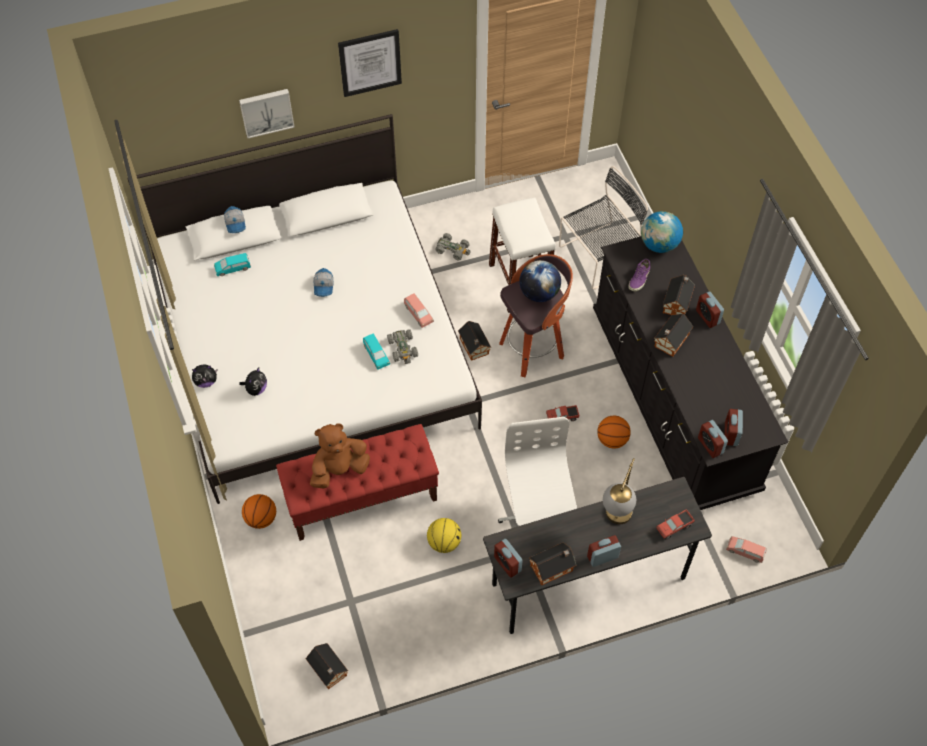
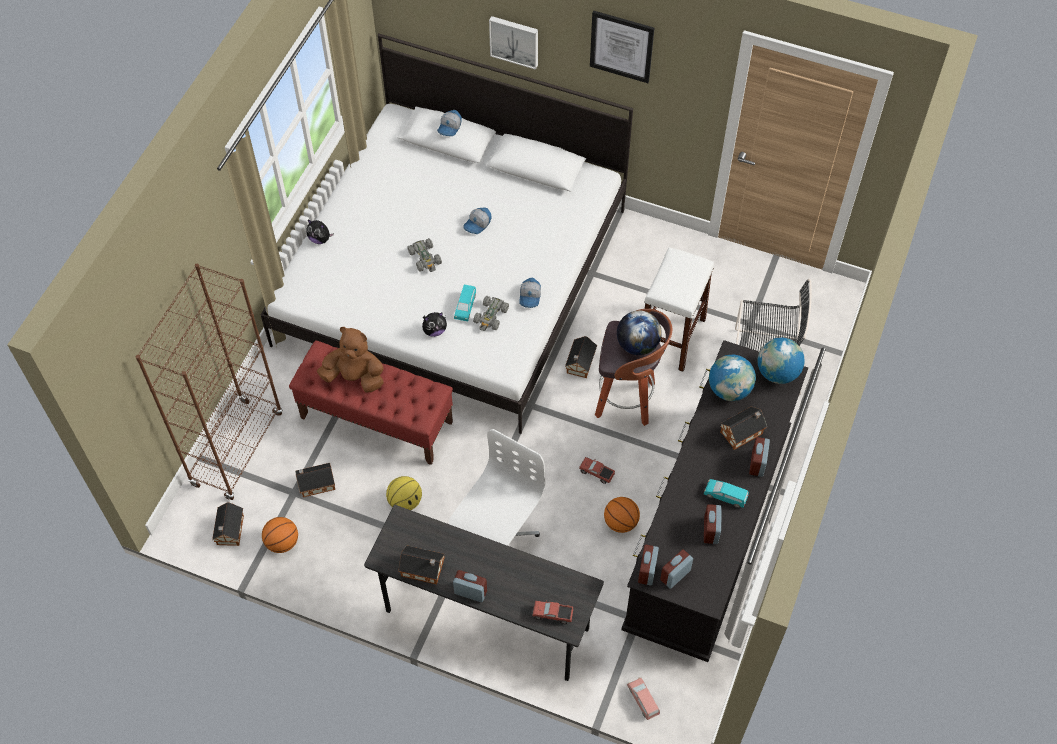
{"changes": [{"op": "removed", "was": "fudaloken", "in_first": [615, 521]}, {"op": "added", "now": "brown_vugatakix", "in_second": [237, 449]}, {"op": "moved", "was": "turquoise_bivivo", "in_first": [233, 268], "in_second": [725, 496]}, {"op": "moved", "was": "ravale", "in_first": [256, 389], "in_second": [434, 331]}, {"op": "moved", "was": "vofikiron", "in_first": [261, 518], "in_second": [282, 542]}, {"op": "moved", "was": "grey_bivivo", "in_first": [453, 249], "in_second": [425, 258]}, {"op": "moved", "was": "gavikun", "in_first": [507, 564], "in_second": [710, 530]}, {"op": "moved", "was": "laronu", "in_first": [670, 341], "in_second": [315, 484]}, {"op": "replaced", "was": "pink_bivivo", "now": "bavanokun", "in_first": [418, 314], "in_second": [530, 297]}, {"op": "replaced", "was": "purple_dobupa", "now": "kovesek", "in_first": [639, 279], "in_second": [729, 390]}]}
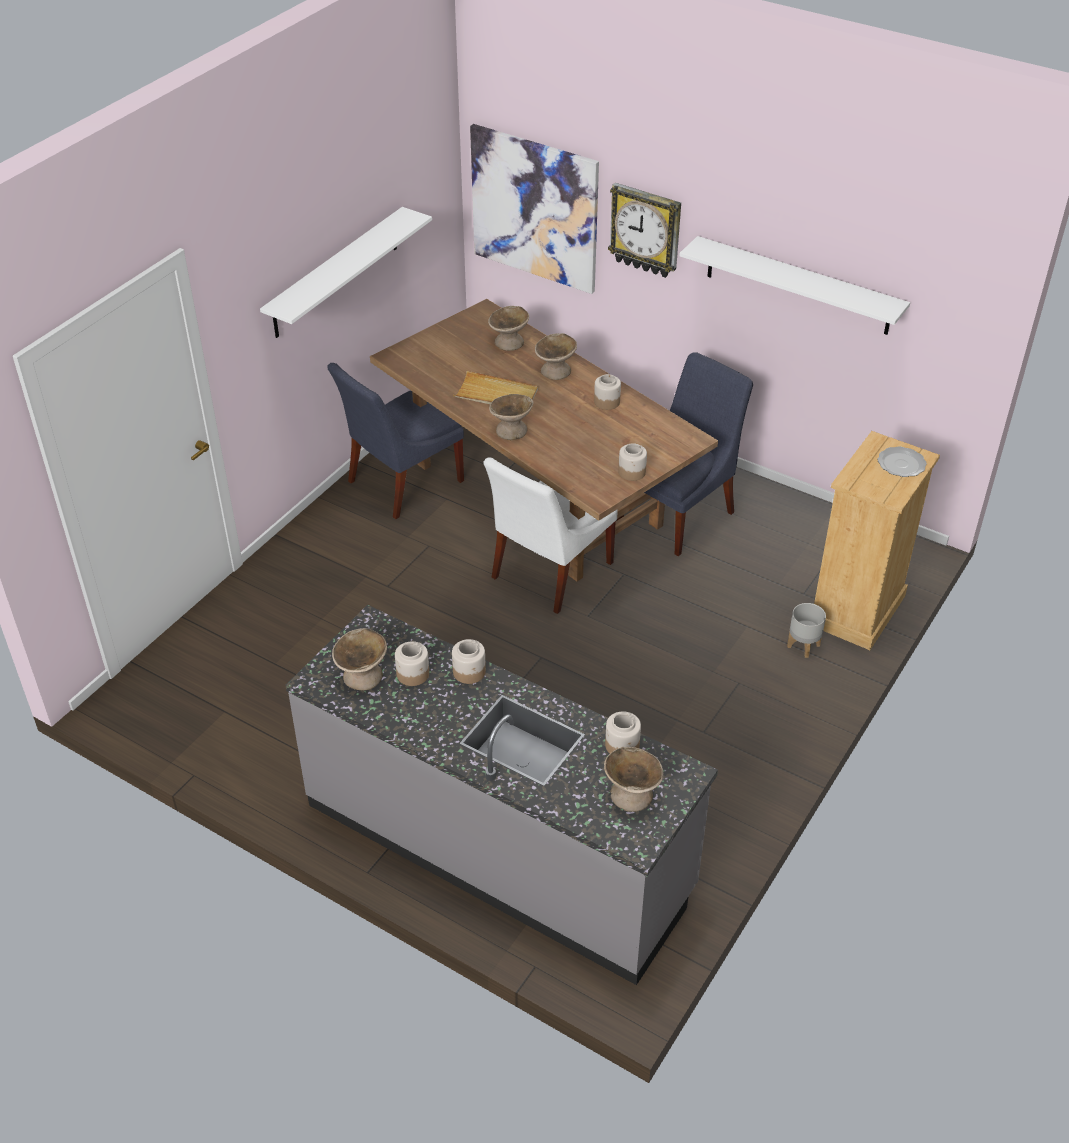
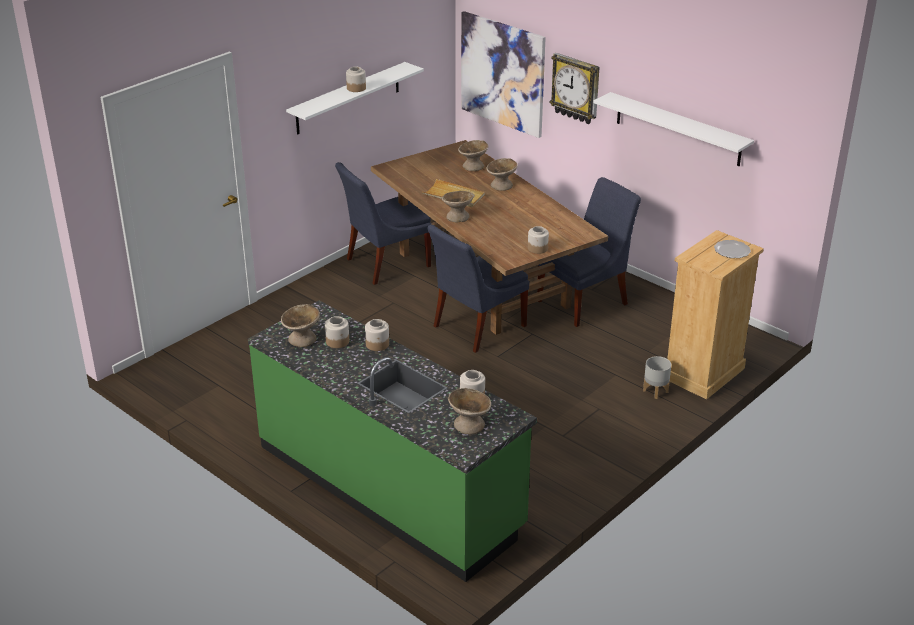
{"changes": [{"op": "moved", "was": "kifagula", "in_first": [607, 402], "in_second": [356, 88]}, {"op": "recoloured", "was": "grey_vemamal", "now": "green_vemamal", "in_first": [499, 846], "in_second": [390, 487]}, {"op": "recoloured", "was": "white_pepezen", "now": "blue_pepezen", "in_first": [548, 573], "in_second": [476, 327]}]}
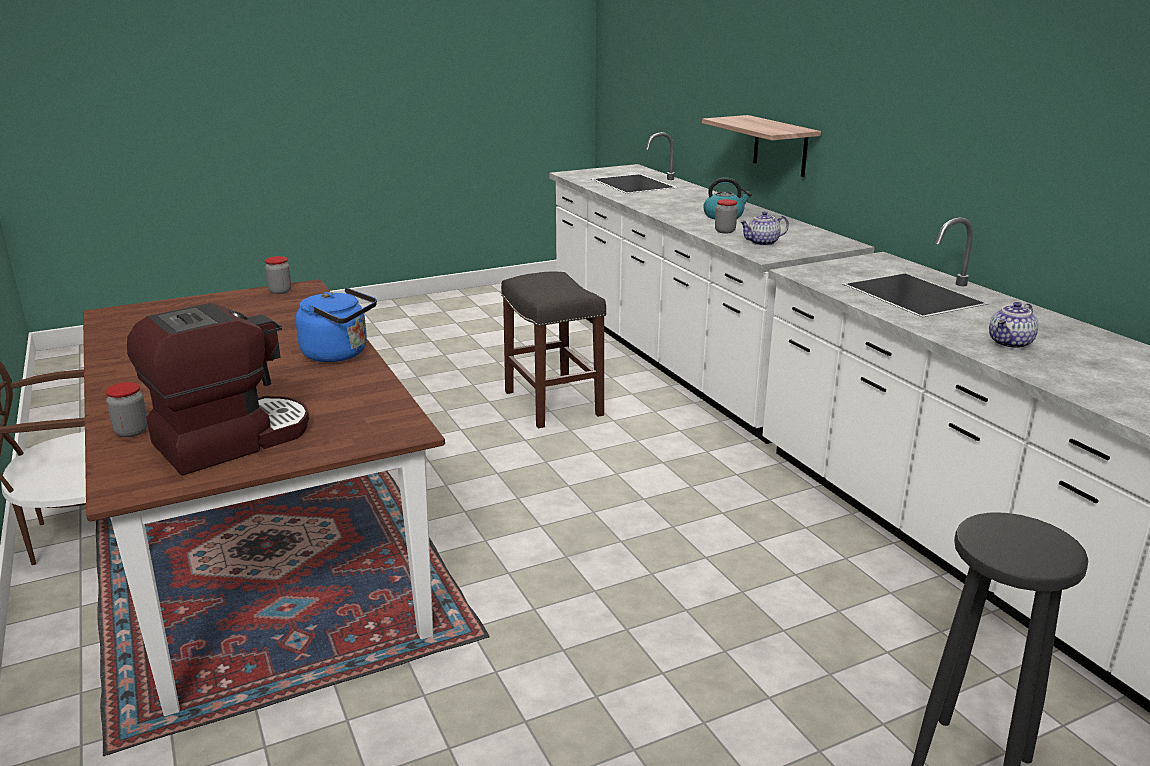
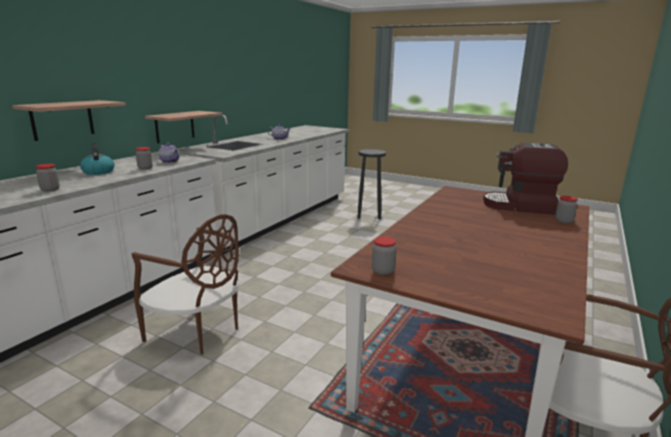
{"changes": [{"op": "removed", "was": "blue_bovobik", "in_first": [339, 354]}, {"op": "added", "now": "kifagula", "in_second": [50, 189]}, {"op": "added", "now": "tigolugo", "in_second": [175, 126]}, {"op": "replaced", "was": "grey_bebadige", "now": "brown_pepezen", "in_first": [552, 403], "in_second": [197, 332]}]}
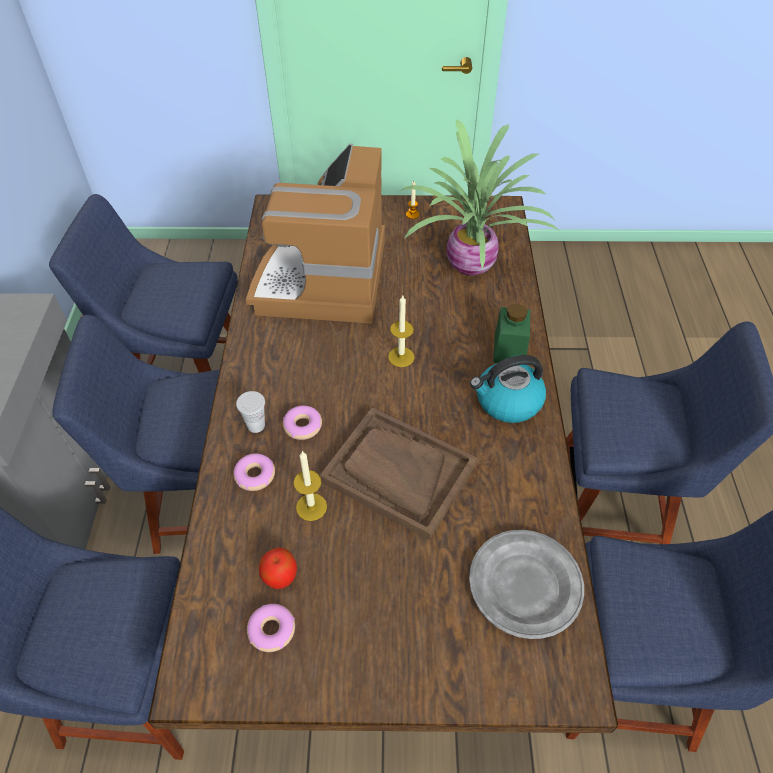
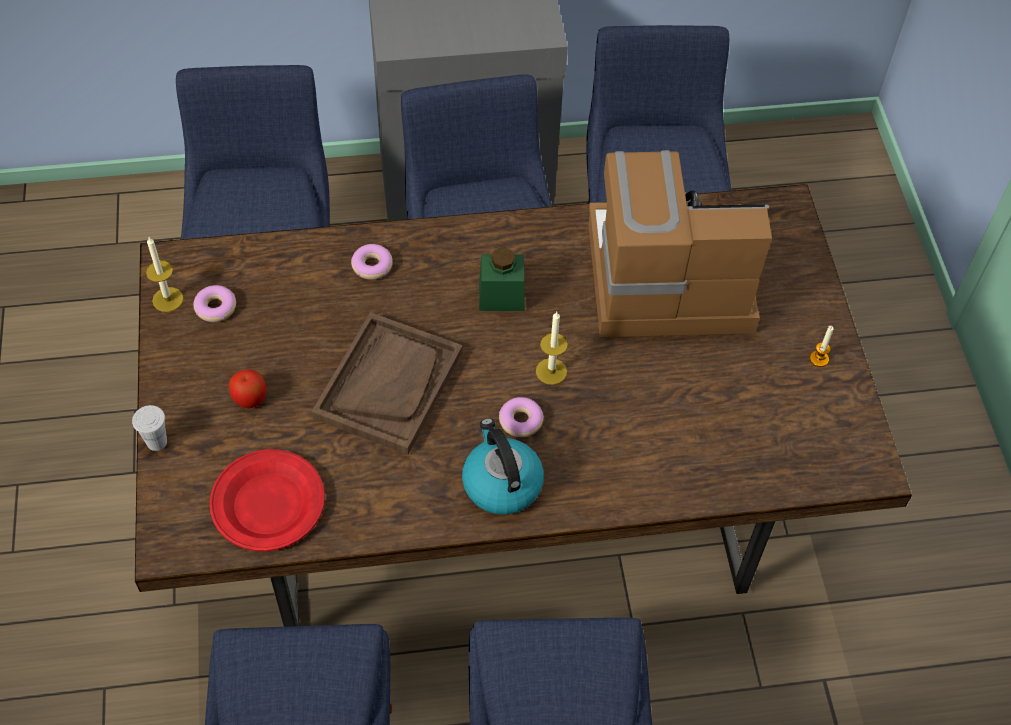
{"changes": [{"op": "removed", "was": "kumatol", "in_first": [472, 263]}, {"op": "moved", "was": "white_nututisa", "in_first": [256, 425], "in_second": [157, 442]}, {"op": "moved", "was": "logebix", "in_first": [280, 577], "in_second": [250, 398]}, {"op": "moved", "was": "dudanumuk", "in_first": [302, 426], "in_second": [521, 421]}, {"op": "moved", "was": "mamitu", "in_first": [311, 507], "in_second": [167, 299]}, {"op": "moved", "was": "green_kifagula", "in_first": [509, 349], "in_second": [501, 296]}, {"op": "recoloured", "was": "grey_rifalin", "now": "red_rifalin", "in_first": [524, 586], "in_second": [267, 503]}]}
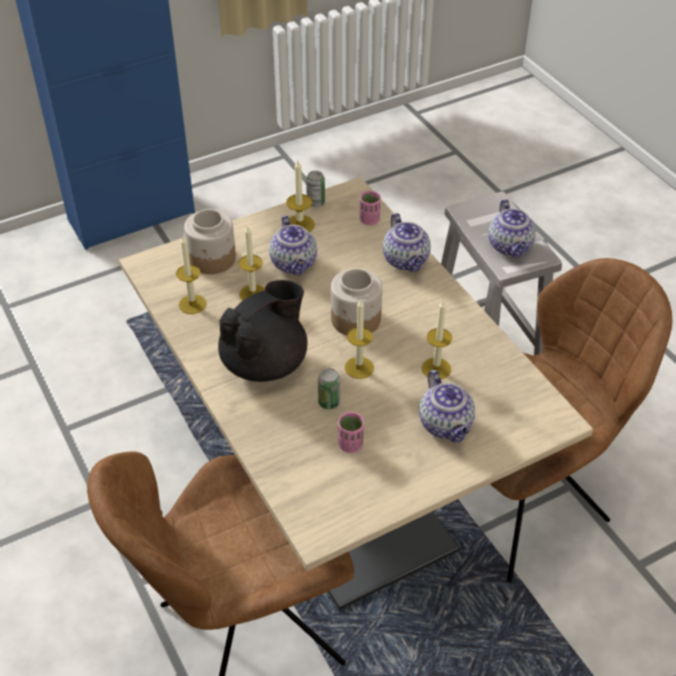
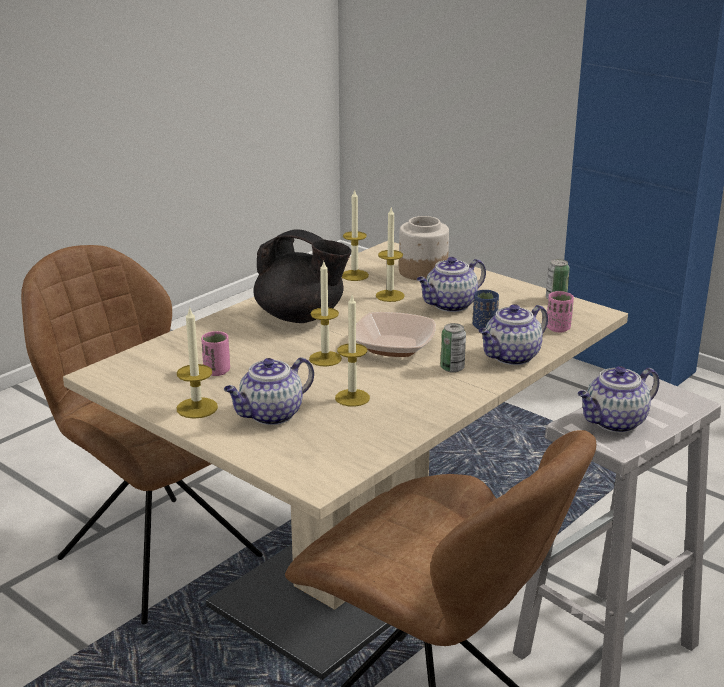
{"changes": [{"op": "added", "now": "blue_nututisa", "in_second": [484, 326]}, {"op": "moved", "was": "mamitu", "in_first": [300, 225], "in_second": [197, 408]}, {"op": "moved", "was": "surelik", "in_first": [329, 402], "in_second": [452, 368]}, {"op": "replaced", "was": "kifagula", "now": "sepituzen", "in_first": [356, 320], "in_second": [394, 346]}]}
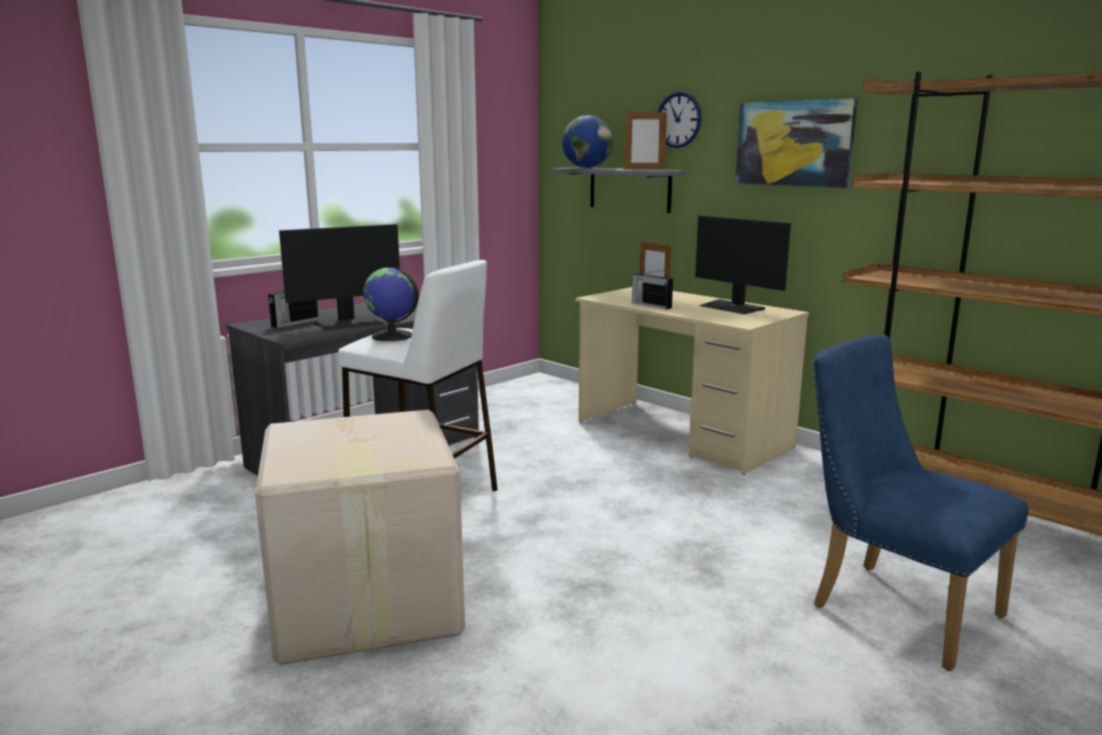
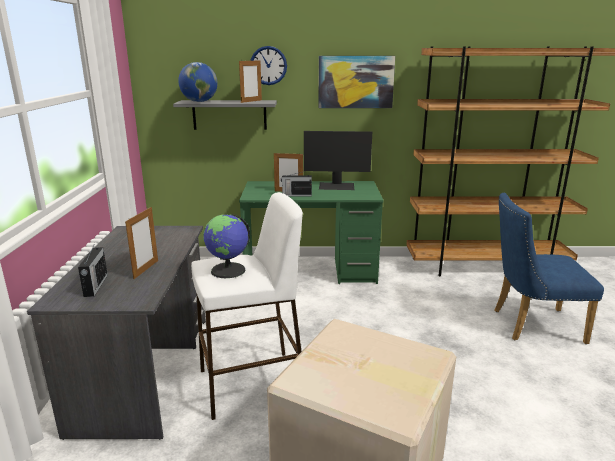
{"changes": [{"op": "replaced", "was": "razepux", "now": "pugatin", "in_first": [350, 323], "in_second": [146, 269]}, {"op": "recoloured", "was": "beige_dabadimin", "now": "green_dabadimin", "in_first": [682, 434], "in_second": [311, 271]}]}
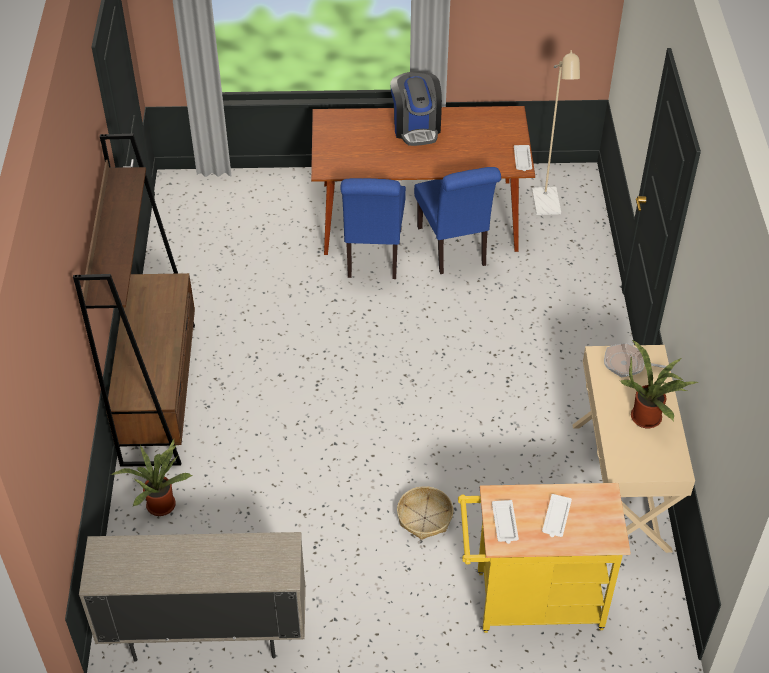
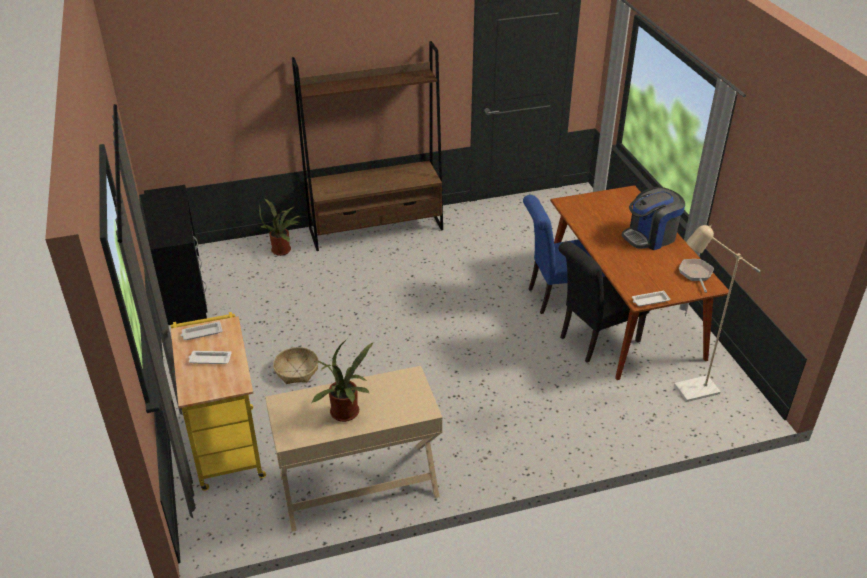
{"changes": [{"op": "moved", "was": "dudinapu", "in_first": [627, 364], "in_second": [696, 274]}, {"op": "replaced", "was": "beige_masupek", "now": "black_dabadimin", "in_first": [206, 634], "in_second": [183, 289]}, {"op": "recoloured", "was": "blue_pepezen", "now": "black_pepezen", "in_first": [454, 249], "in_second": [595, 340]}]}
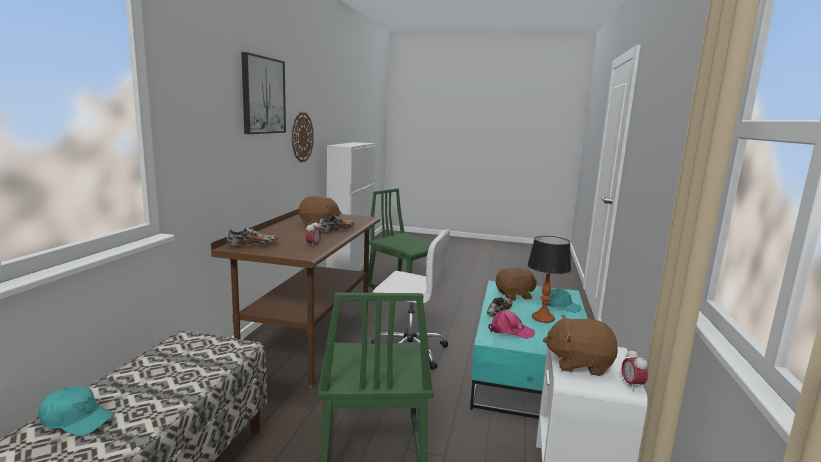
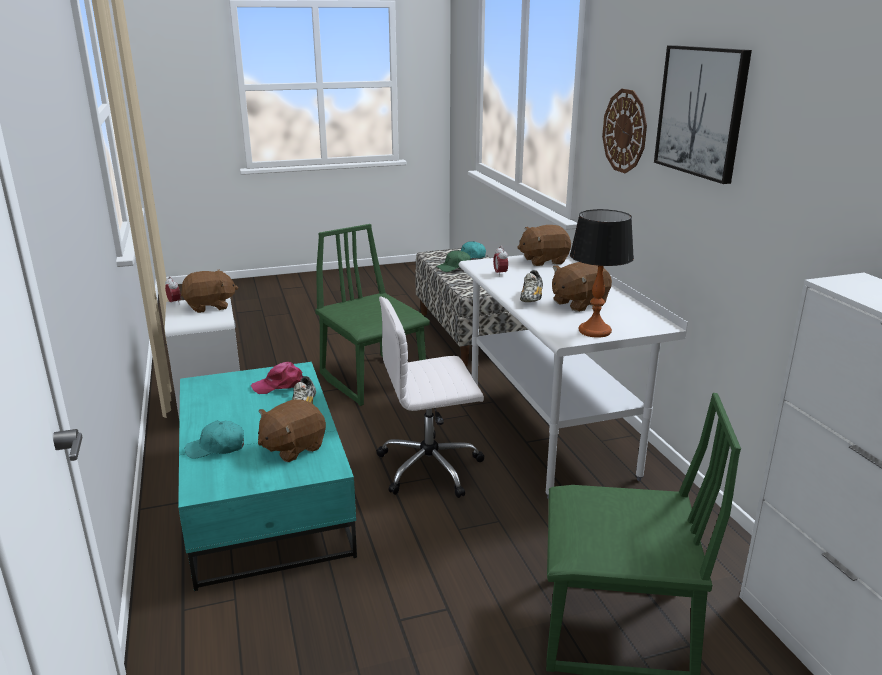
{"changes": [{"op": "added", "now": "green_bavanokun", "in_second": [454, 267]}, {"op": "moved", "was": "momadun", "in_first": [302, 137], "in_second": [625, 131]}, {"op": "moved", "was": "fudaloken", "in_first": [543, 318], "in_second": [595, 331]}, {"op": "replaced", "was": "dobupa", "now": "brown_ravale", "in_first": [252, 246], "in_second": [543, 261]}, {"op": "recoloured", "was": "brown_dabadimin", "now": "white_dabadimin", "in_first": [309, 343], "in_second": [549, 435]}]}
